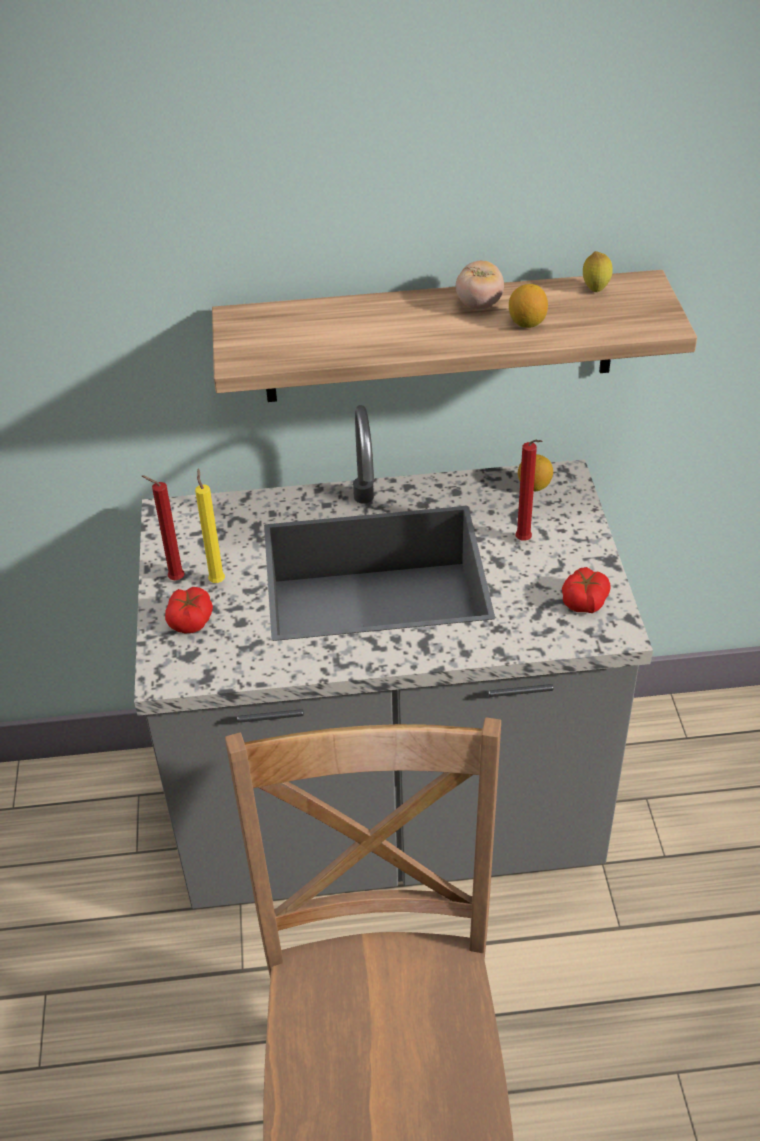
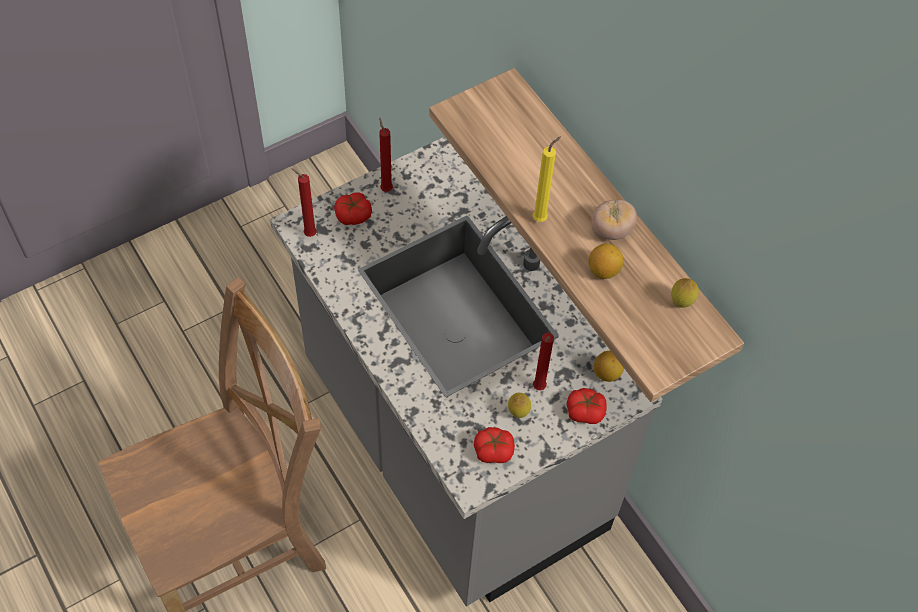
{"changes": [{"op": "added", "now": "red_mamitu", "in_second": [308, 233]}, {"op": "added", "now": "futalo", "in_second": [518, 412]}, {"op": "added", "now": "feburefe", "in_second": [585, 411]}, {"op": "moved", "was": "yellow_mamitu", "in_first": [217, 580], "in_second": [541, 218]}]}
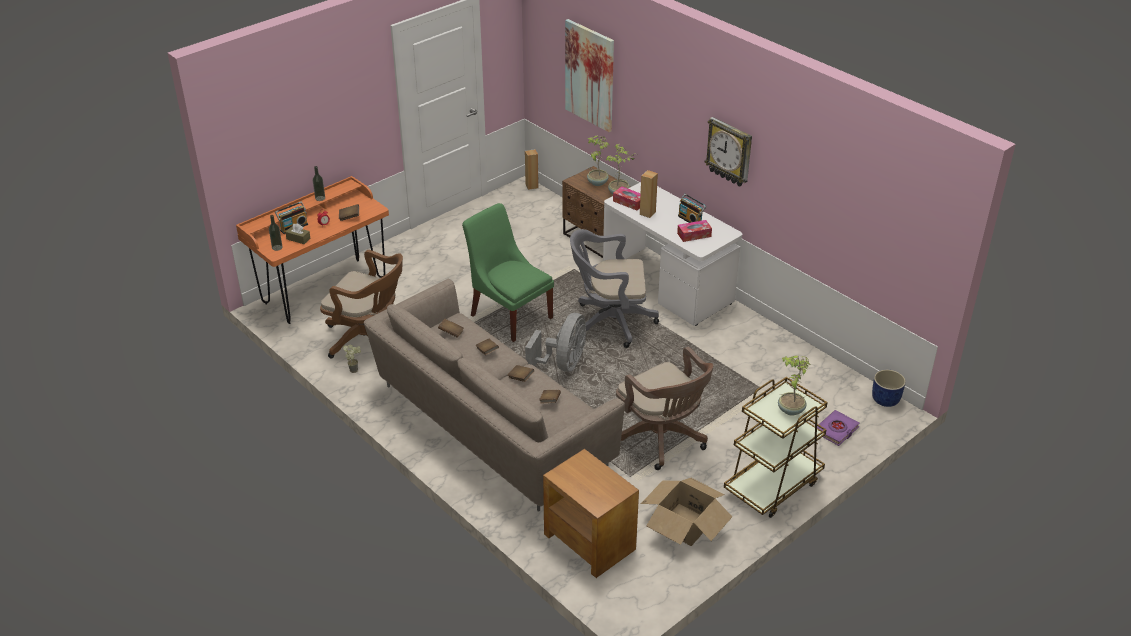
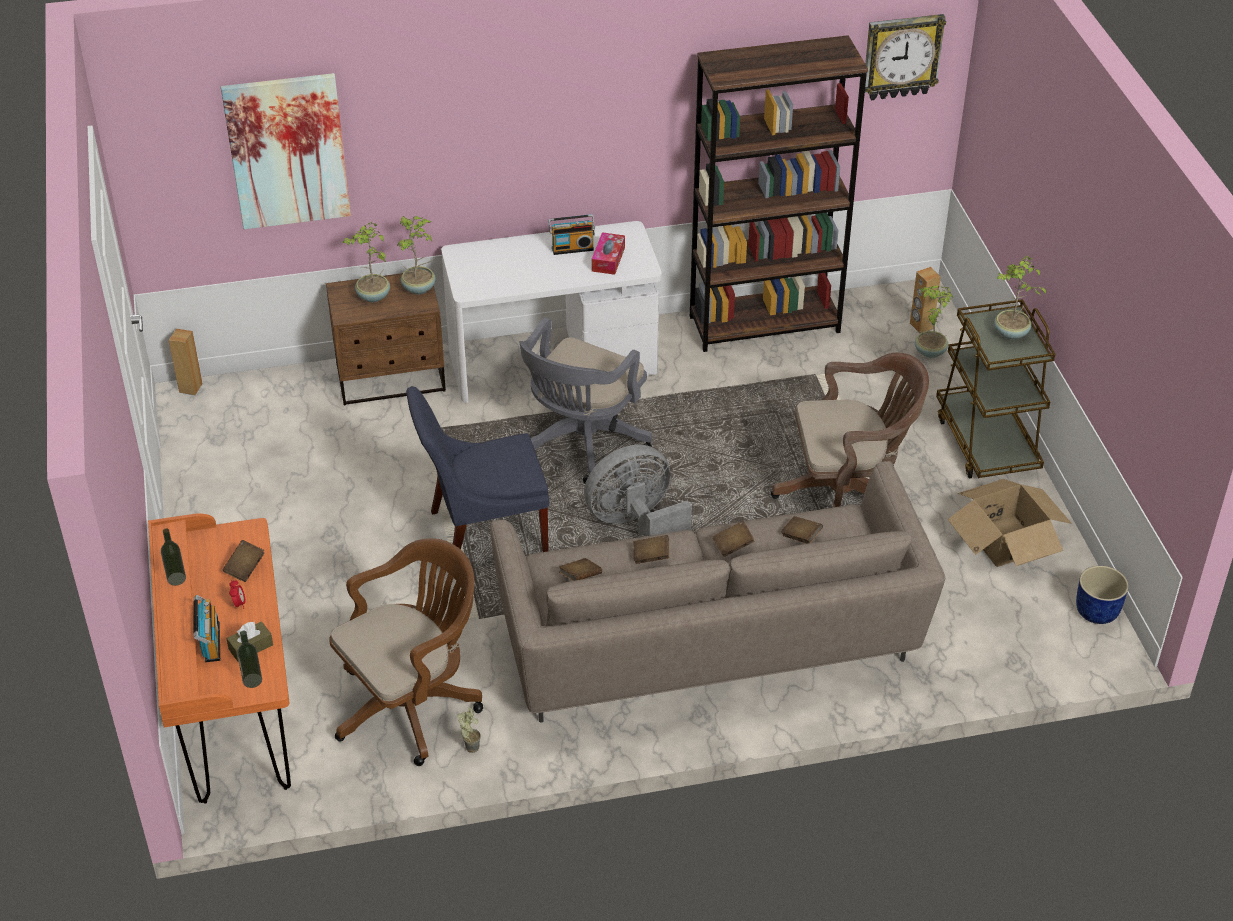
{"changes": [{"op": "removed", "was": "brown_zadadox", "in_first": [589, 541]}, {"op": "removed", "was": "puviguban", "in_first": [629, 202]}, {"op": "added", "now": "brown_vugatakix", "in_second": [765, 324]}, {"op": "moved", "was": "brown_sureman", "in_first": [647, 213], "in_second": [921, 326]}, {"op": "moved", "was": "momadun", "in_first": [729, 152], "in_second": [901, 56]}, {"op": "moved", "was": "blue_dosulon", "in_first": [885, 400], "in_second": [1097, 612]}, {"op": "replaced", "was": "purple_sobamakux", "now": "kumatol", "in_first": [836, 430], "in_second": [929, 352]}, {"op": "recoloured", "was": "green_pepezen", "now": "blue_pepezen", "in_first": [509, 314], "in_second": [482, 532]}, {"op": "turned", "was": "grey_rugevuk", "in_first": [563, 364], "in_second": [635, 524], "clockwise": -75}]}
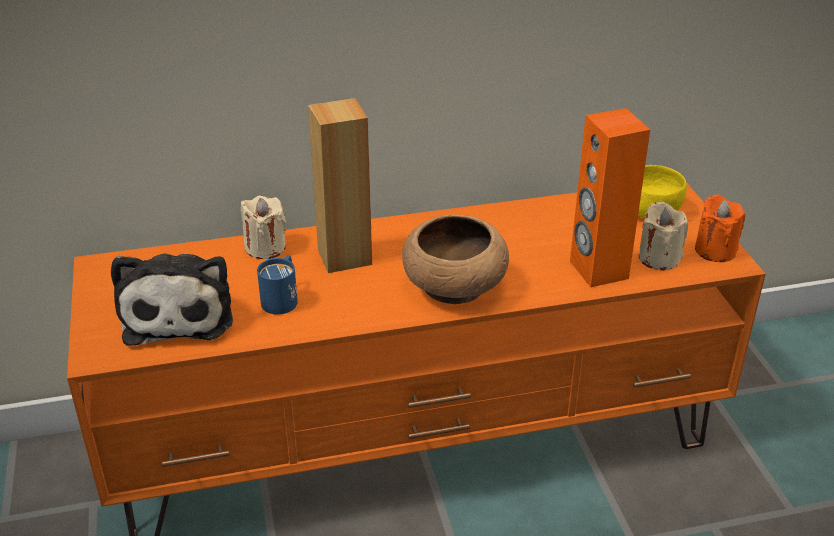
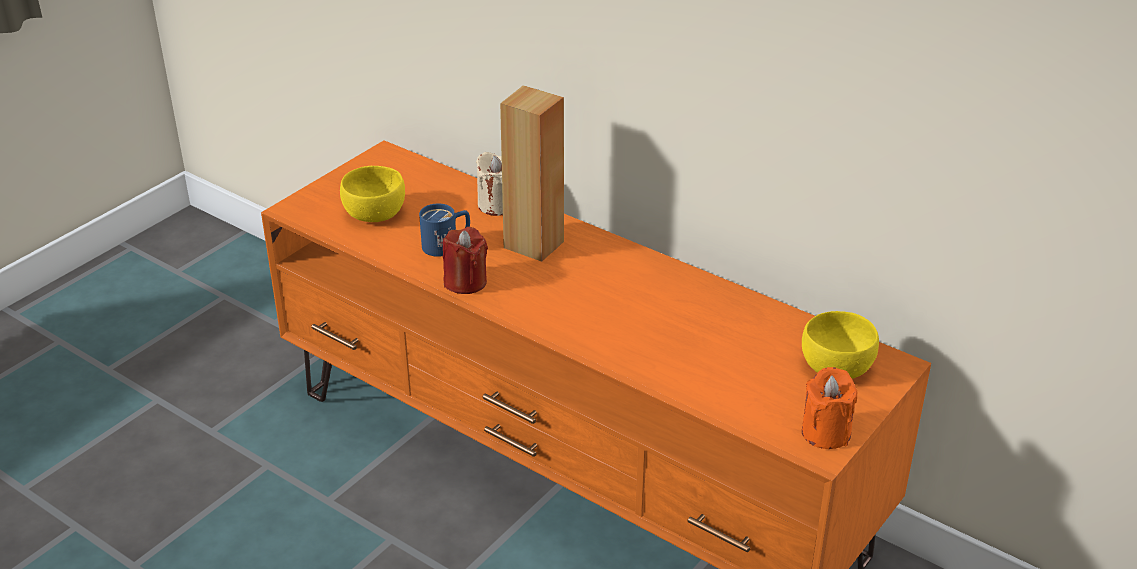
{"changes": [{"op": "removed", "was": "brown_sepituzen", "in_first": [454, 287]}, {"op": "removed", "was": "orange_sureman", "in_first": [598, 270]}, {"op": "removed", "was": "beige_mamitu", "in_first": [659, 258]}, {"op": "added", "now": "red_mamitu", "in_second": [465, 282]}, {"op": "replaced", "was": "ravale", "now": "yellow_sepituzen", "in_first": [179, 313], "in_second": [375, 213]}]}
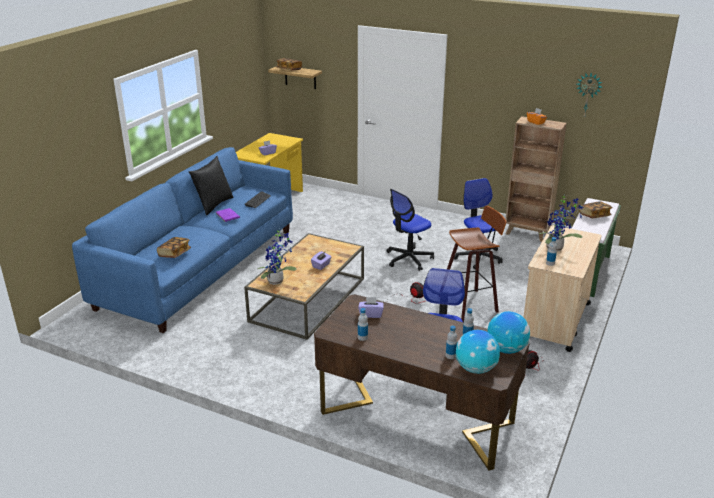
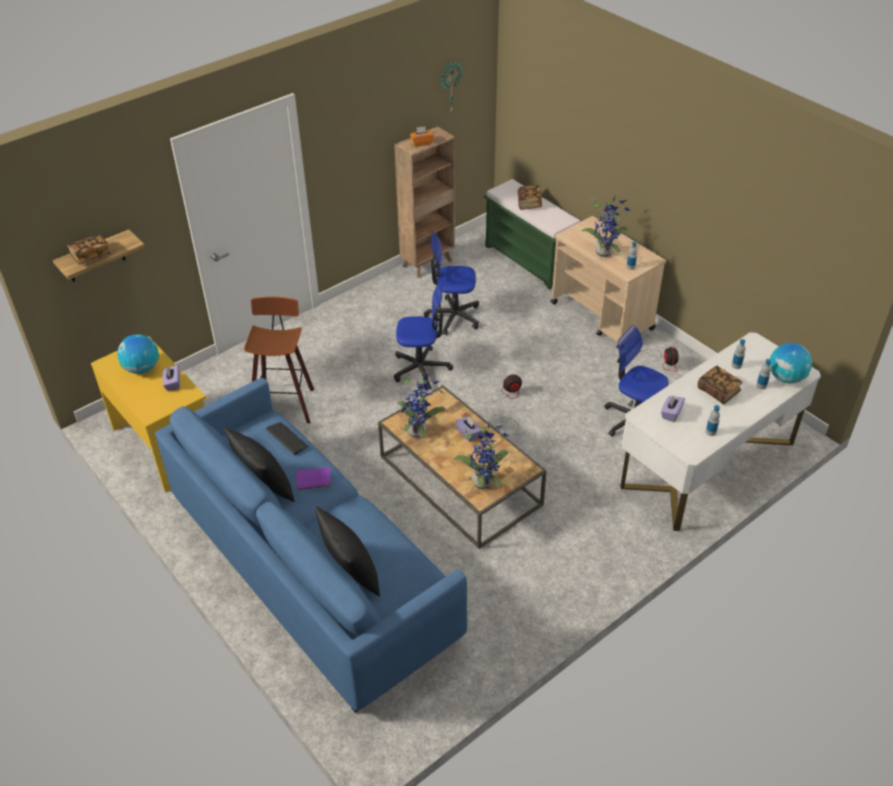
{"changes": [{"op": "added", "now": "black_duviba", "in_second": [350, 573]}, {"op": "added", "now": "kumatol", "in_second": [419, 430]}, {"op": "moved", "was": "sobamakux", "in_first": [174, 253], "in_second": [718, 391]}, {"op": "moved", "was": "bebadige", "in_first": [470, 304], "in_second": [284, 403]}, {"op": "moved", "was": "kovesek", "in_first": [506, 349], "in_second": [142, 368]}, {"op": "recoloured", "was": "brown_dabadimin", "now": "white_dabadimin", "in_first": [416, 417], "in_second": [707, 464]}, {"op": "turned", "was": "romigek", "in_first": [408, 259], "in_second": [421, 369], "clockwise": -75}]}
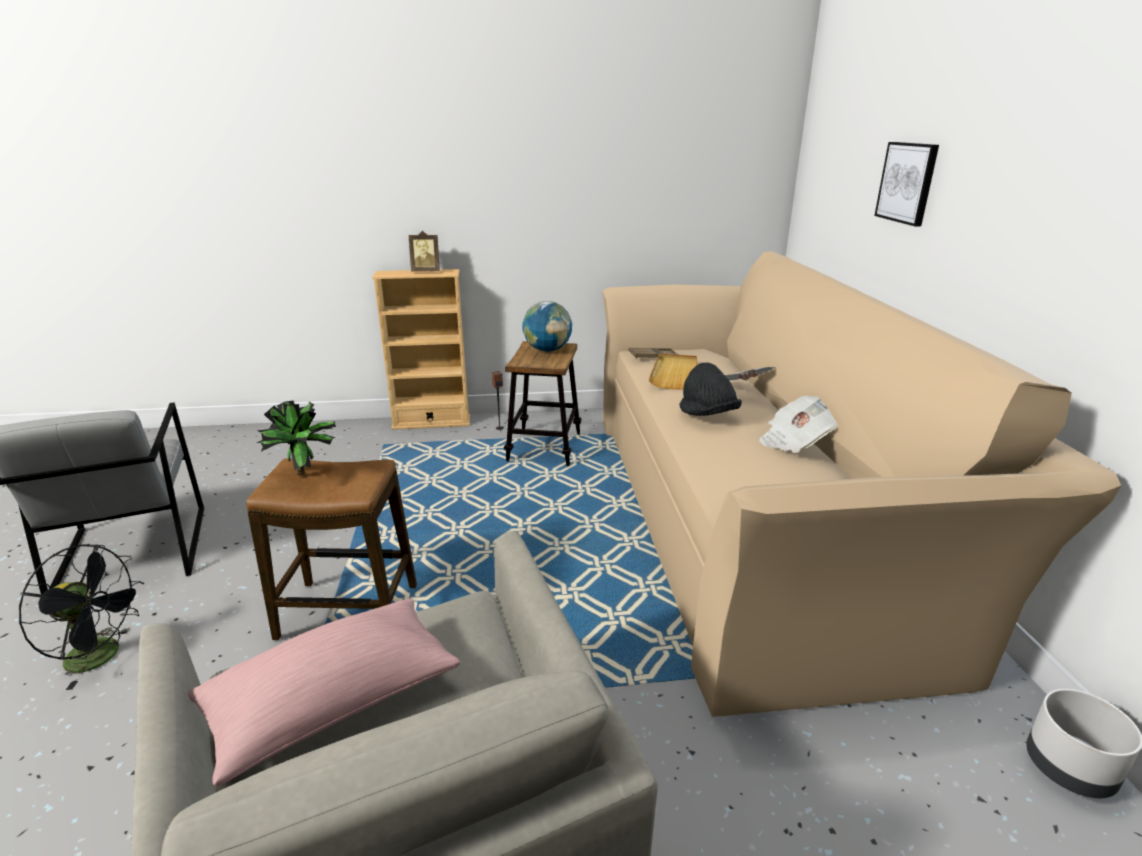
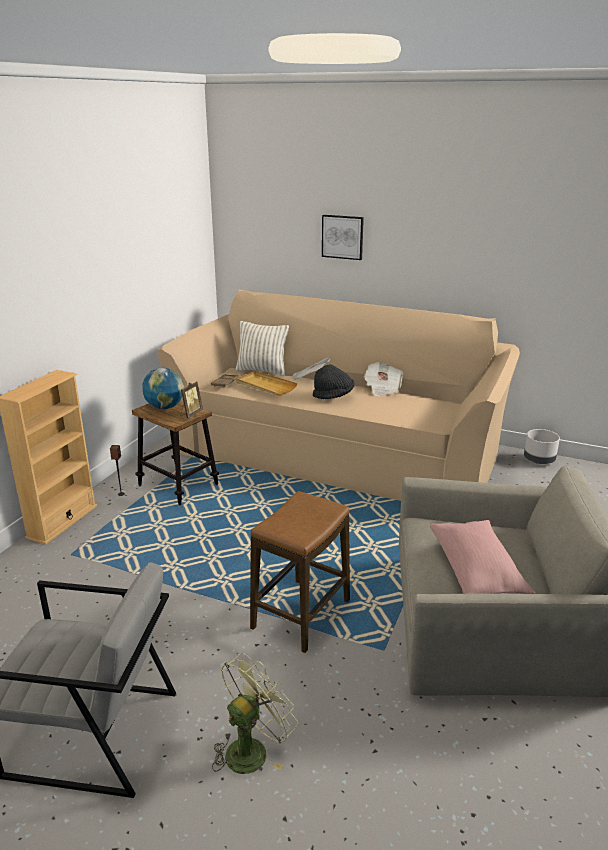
{"changes": [{"op": "removed", "was": "kumatol", "in_first": [307, 474]}, {"op": "added", "now": "duviba", "in_second": [262, 371]}, {"op": "moved", "was": "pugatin", "in_first": [426, 271], "in_second": [191, 414]}, {"op": "recoloured", "was": "black_rugevuk", "now": "green_rugevuk", "in_first": [103, 656], "in_second": [252, 749]}]}
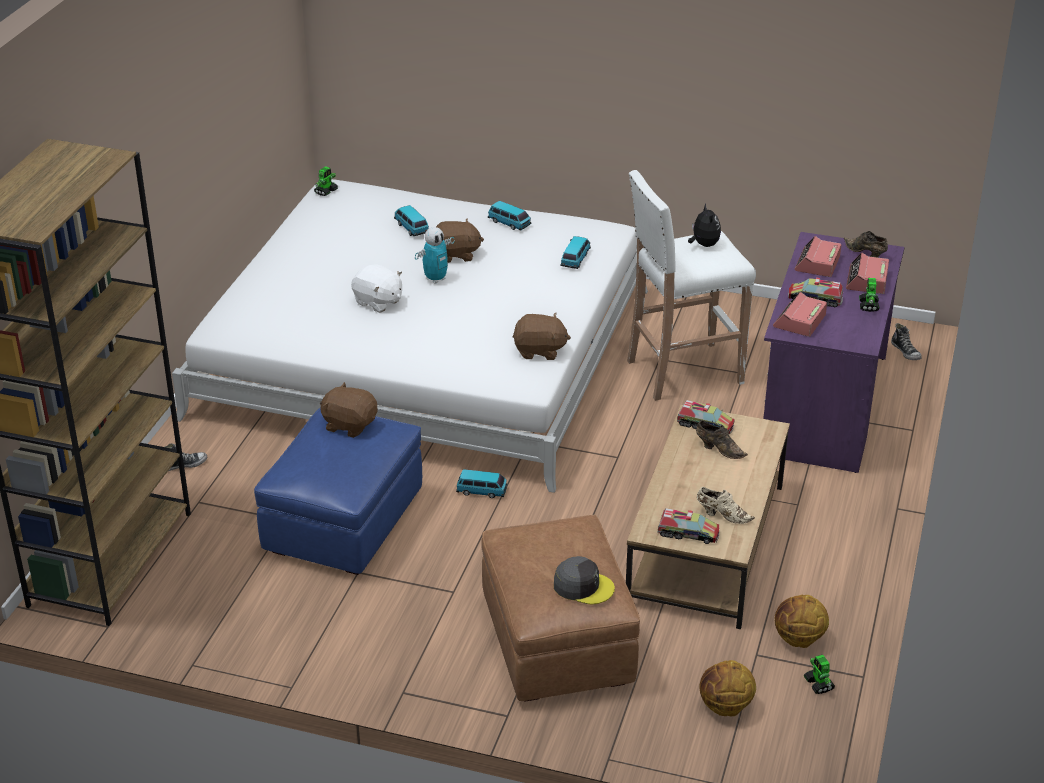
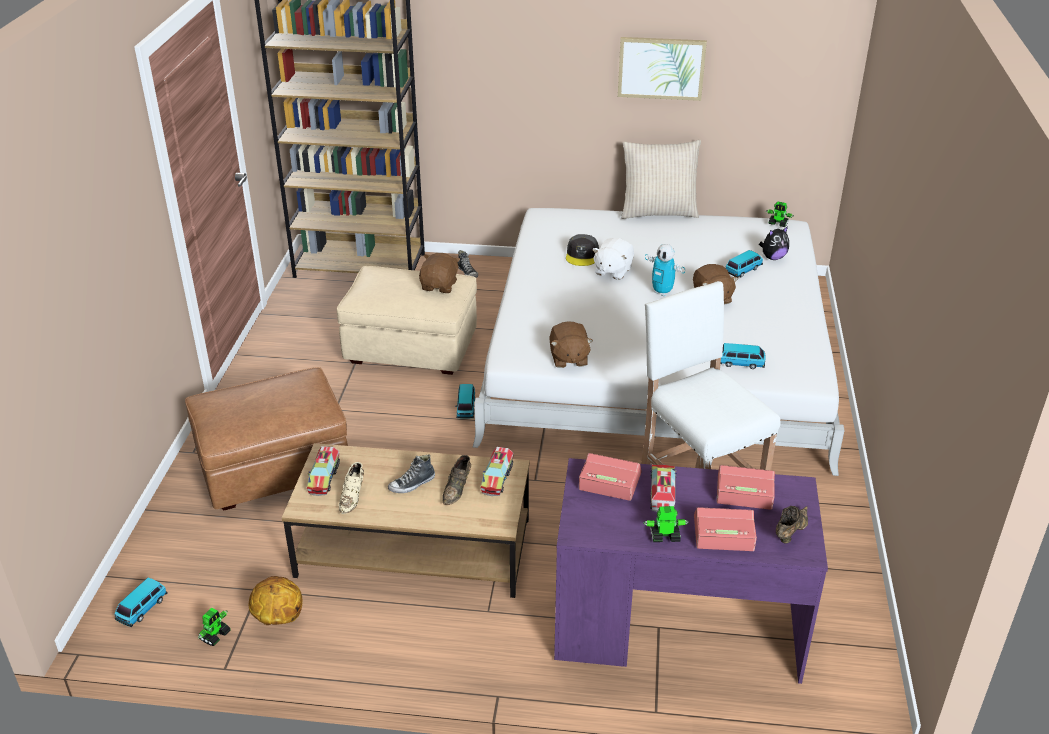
{"changes": [{"op": "removed", "was": "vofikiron", "in_first": [725, 707]}, {"op": "added", "now": "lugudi", "in_second": [661, 68]}, {"op": "added", "now": "beige_duviba", "in_second": [658, 212]}, {"op": "moved", "was": "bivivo", "in_first": [509, 223], "in_second": [142, 609]}, {"op": "moved", "was": "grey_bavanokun", "in_first": [583, 586], "in_second": [582, 255]}, {"op": "moved", "was": "ravale", "in_first": [703, 245], "in_second": [773, 257]}, {"op": "moved", "was": "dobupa", "in_first": [906, 352], "in_second": [412, 484]}, {"op": "recoloured", "was": "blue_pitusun", "now": "beige_pitusun", "in_first": [344, 524], "in_second": [411, 348]}, {"op": "turned", "was": "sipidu", "in_first": [818, 684], "in_second": [215, 635], "clockwise": 150}]}
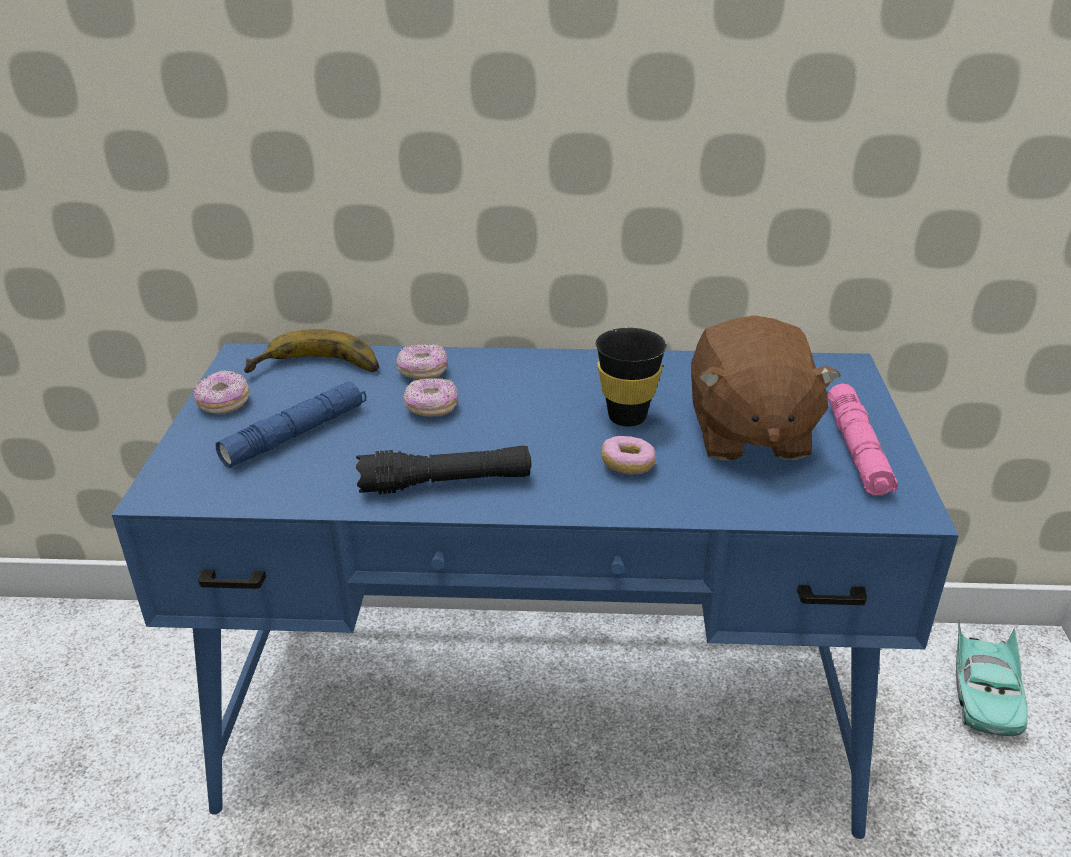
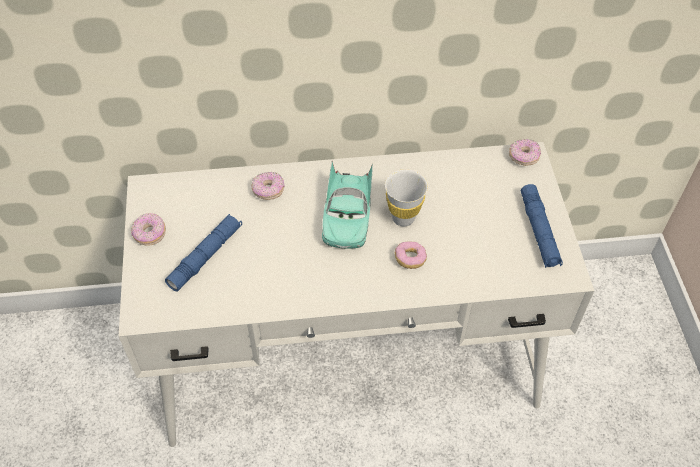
{"changes": [{"op": "removed", "was": "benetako", "in_first": [316, 371]}, {"op": "removed", "was": "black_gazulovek", "in_first": [446, 483]}, {"op": "removed", "was": "brown_ravale", "in_first": [748, 434]}, {"op": "moved", "was": "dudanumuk", "in_first": [431, 408], "in_second": [523, 157]}, {"op": "moved", "was": "turquoise_bivivo", "in_first": [984, 693], "in_second": [347, 215]}, {"op": "recoloured", "was": "blue_dabadimin", "now": "white_dabadimin", "in_first": [540, 714], "in_second": [349, 356]}, {"op": "recoloured", "was": "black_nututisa", "now": "white_nututisa", "in_first": [627, 417], "in_second": [403, 218]}, {"op": "recoloured", "was": "pink_gazulovek", "now": "blue_gazulovek", "in_first": [857, 451], "in_second": [539, 231]}]}
